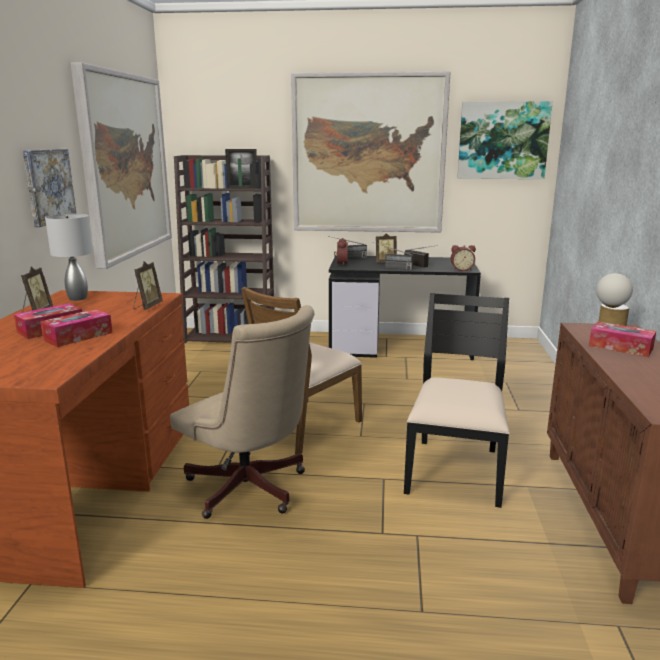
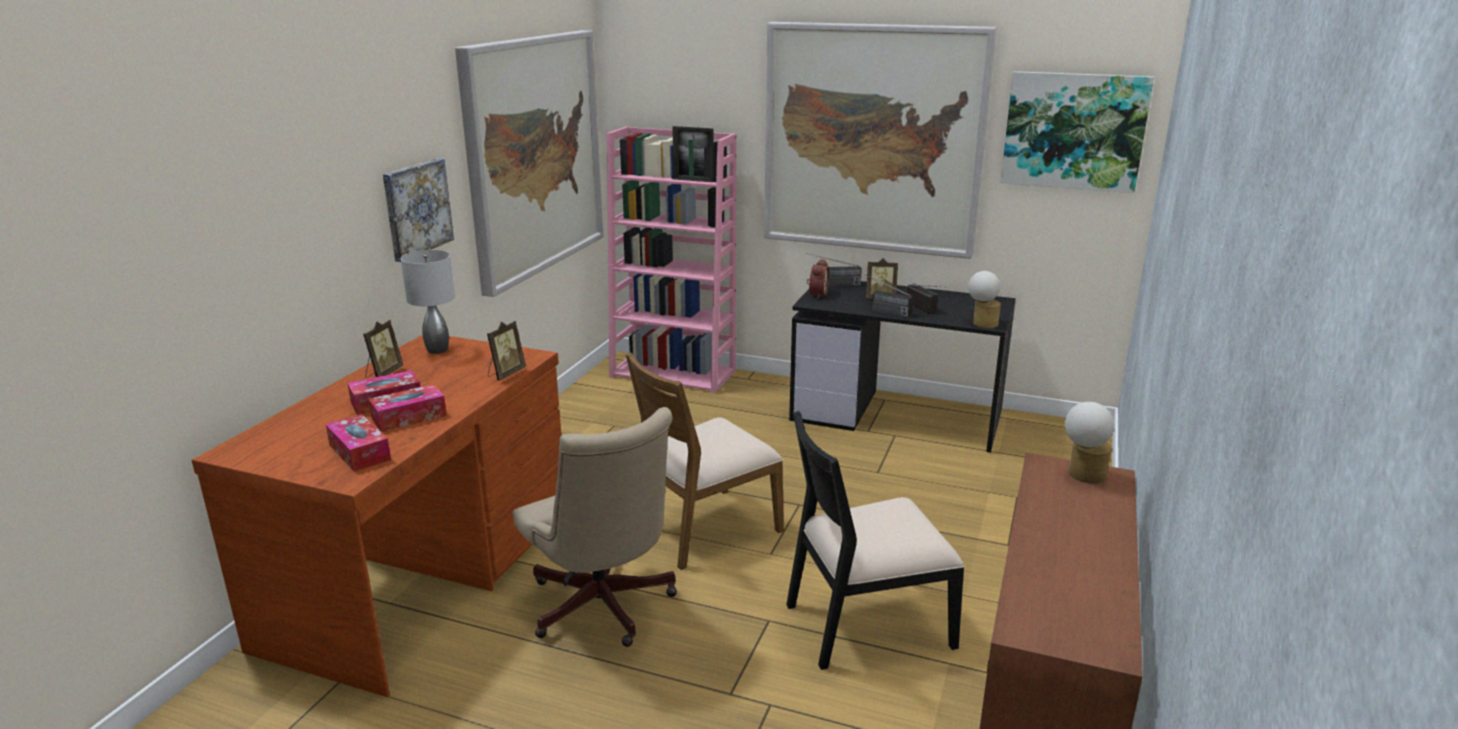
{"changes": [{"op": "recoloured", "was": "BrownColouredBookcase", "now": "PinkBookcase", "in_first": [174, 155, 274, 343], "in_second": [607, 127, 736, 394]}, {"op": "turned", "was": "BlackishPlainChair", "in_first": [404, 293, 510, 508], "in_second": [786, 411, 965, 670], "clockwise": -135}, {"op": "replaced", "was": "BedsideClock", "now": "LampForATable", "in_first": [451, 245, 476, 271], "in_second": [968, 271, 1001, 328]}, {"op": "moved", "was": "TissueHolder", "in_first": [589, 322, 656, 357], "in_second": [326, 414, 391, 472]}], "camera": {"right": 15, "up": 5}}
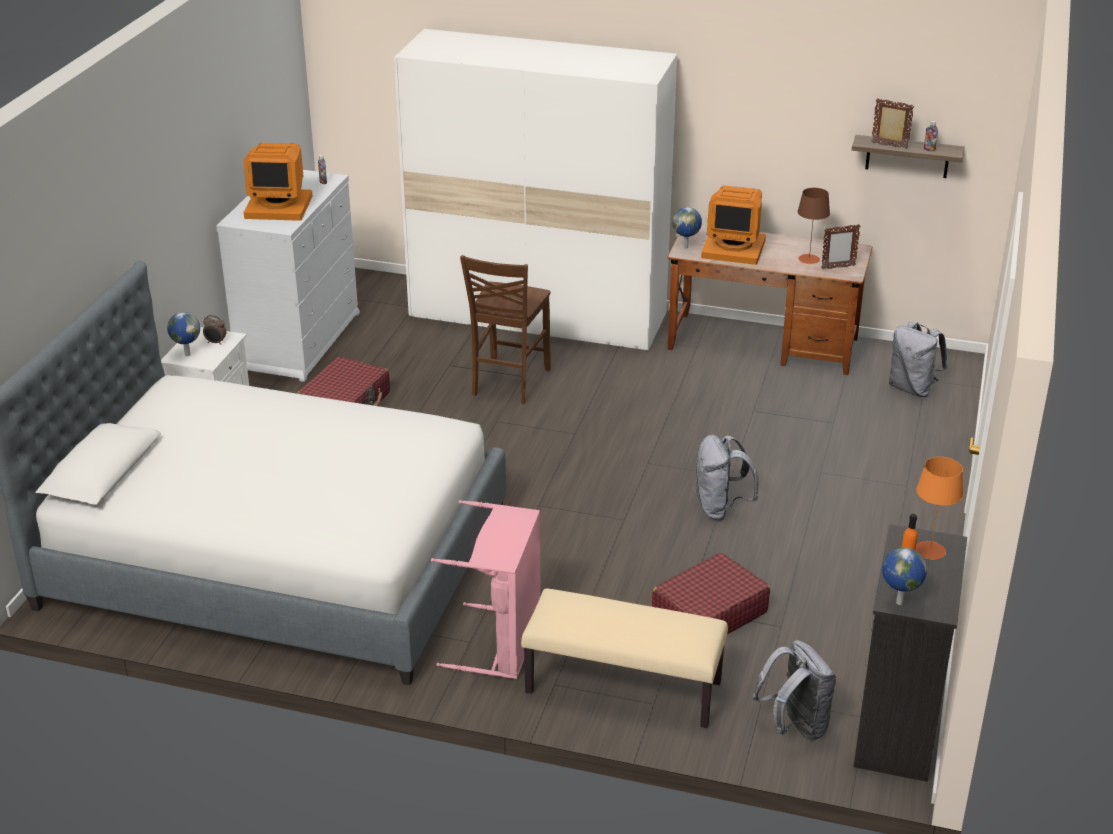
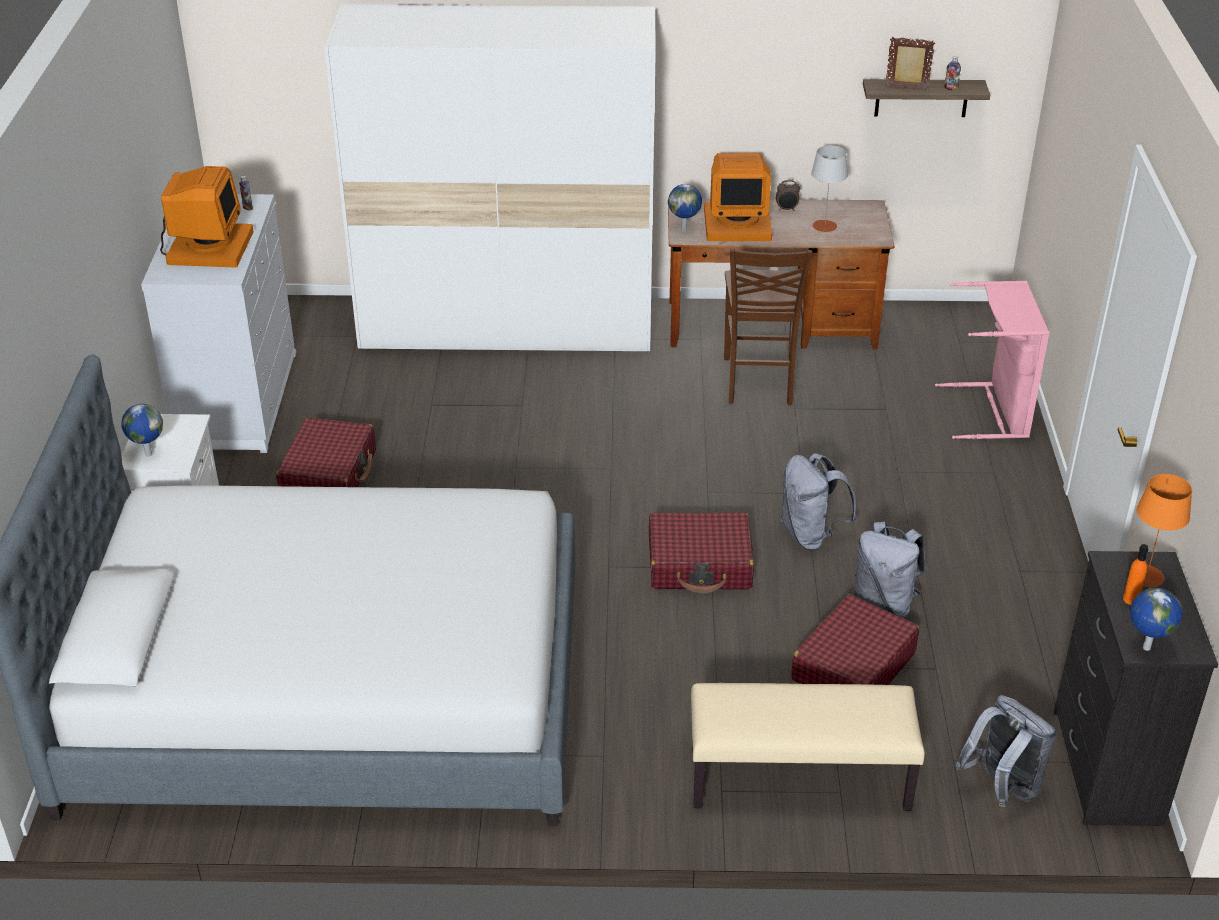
{"changes": [{"op": "moved", "was": "BedsideClock", "in_first": [203, 315, 226, 345], "in_second": [776, 180, 800, 211]}, {"op": "turned", "was": "ComputerDisplay", "in_first": [244, 143, 313, 221], "in_second": [160, 166, 254, 268], "clockwise": -75}, {"op": "moved", "was": "PinkWashingBasket", "in_first": [431, 500, 541, 679], "in_second": [935, 281, 1049, 439]}, {"op": "moved", "was": "BrownColouredPlainChair", "in_first": [460, 255, 551, 404], "in_second": [724, 249, 813, 405]}, {"op": "recoloured", "was": "BrownColouredLampForATable", "now": "GrayLampForATable", "in_first": [798, 188, 830, 264], "in_second": [811, 145, 848, 232]}, {"op": "removed", "was": "StandingFrame", "in_first": [821, 224, 860, 269]}, {"op": "moved", "was": "GrayRucksack", "in_first": [889, 322, 947, 397], "in_second": [854, 522, 926, 618]}, {"op": "added", "now": "ReddishSuitcase", "in_second": [649, 513, 754, 593]}], "camera": {"right": -15, "up": 5}}
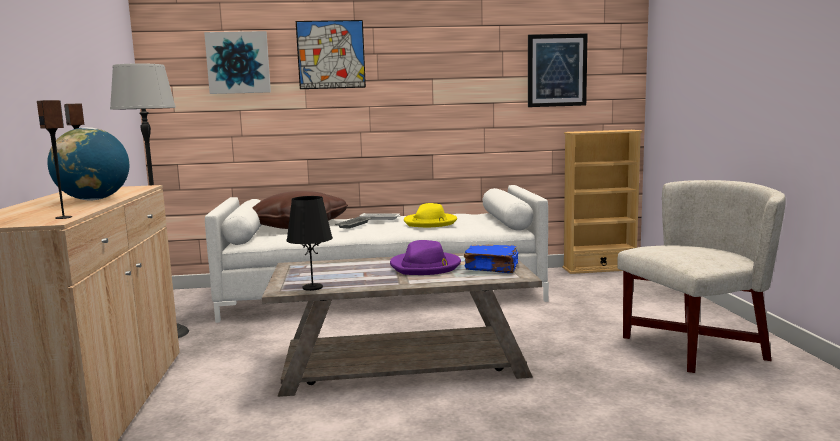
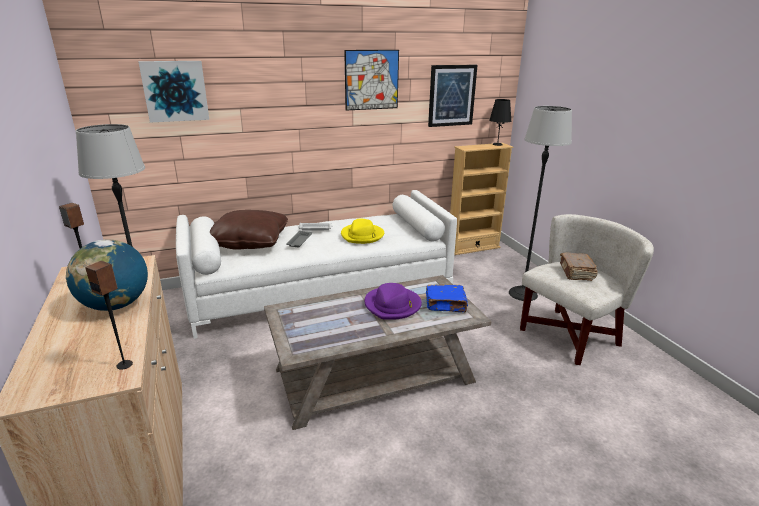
{"changes": [{"op": "moved", "was": "BlackishLampForATable", "in_first": [286, 196, 333, 291], "in_second": [489, 99, 511, 146]}, {"op": "moved", "was": "Picture", "in_first": [296, 20, 366, 89], "in_second": [344, 50, 399, 111]}, {"op": "added", "now": "StandardLamp", "in_second": [509, 106, 572, 301]}, {"op": "added", "now": "BrownColouredVolume", "in_second": [560, 252, 598, 281]}], "camera": {"right": -15, "up": 15}}
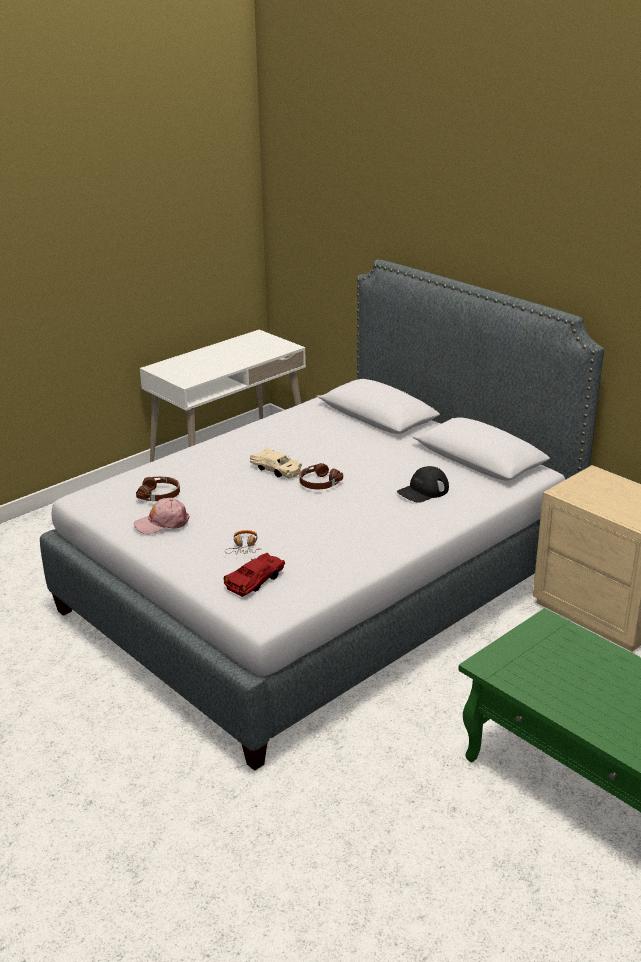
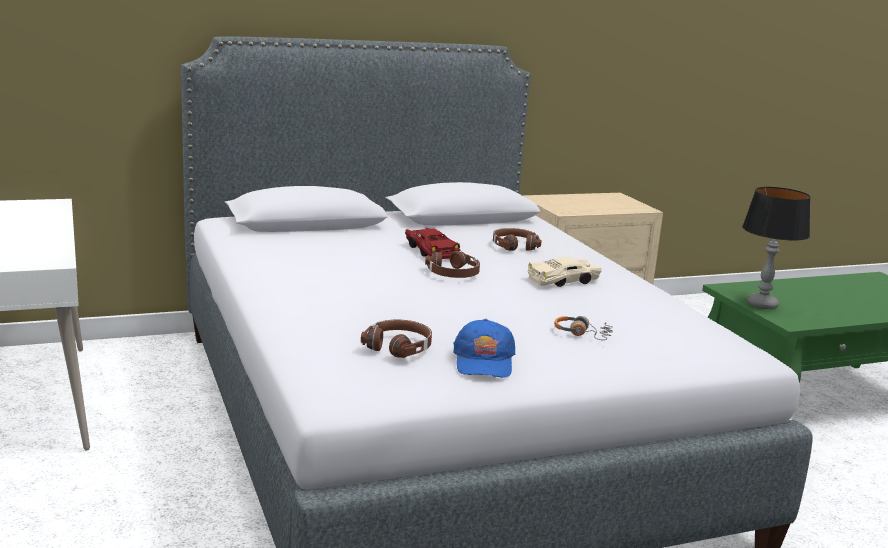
{"changes": [{"op": "recoloured", "was": "PinkPeakedCap", "now": "BluePeakedCap", "in_first": [134, 498, 190, 534], "in_second": [453, 319, 515, 378]}, {"op": "moved", "was": "ReddishMiniatureCar", "in_first": [224, 553, 285, 597], "in_second": [405, 228, 460, 259]}, {"op": "moved", "was": "BeigeMiniatureCar", "in_first": [250, 447, 302, 479], "in_second": [527, 257, 602, 287]}, {"op": "replaced", "was": "BlackishPeakedCap", "now": "BrownColouredHeadset", "in_first": [397, 466, 449, 503], "in_second": [493, 228, 542, 251]}, {"op": "added", "now": "LampForATable", "in_second": [742, 187, 811, 309]}], "camera": {"right": -70, "up": -10}}
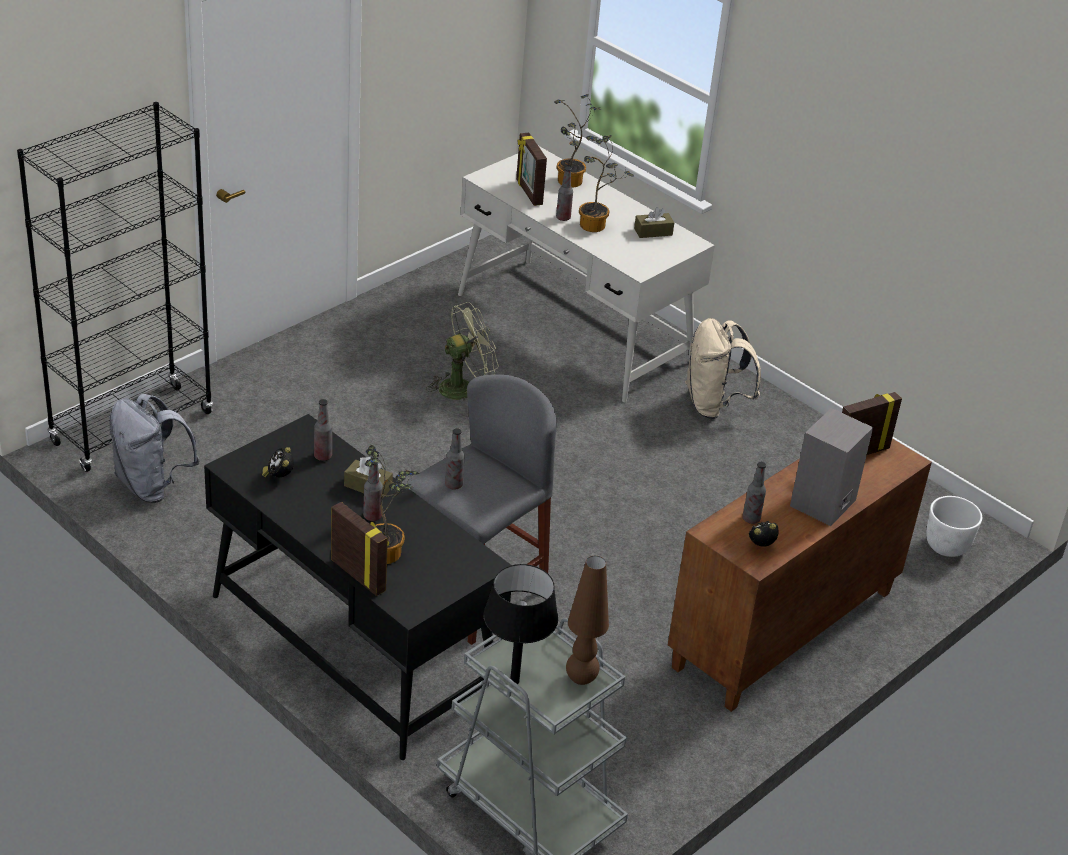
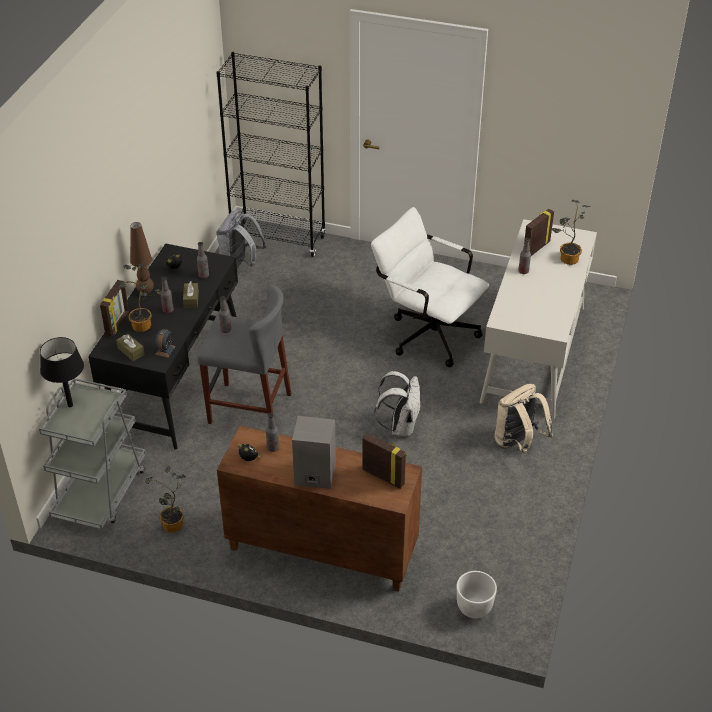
{"changes": [{"op": "replaced", "was": "GreenColouredCoolingFan", "now": "WhiteOfficeChair", "in_first": [426, 302, 499, 400], "in_second": [371, 207, 489, 367]}, {"op": "moved", "was": "BrownColouredLampForATable", "in_first": [566, 556, 609, 685], "in_second": [130, 222, 154, 294]}, {"op": "moved", "was": "PottedPlant", "in_first": [579, 135, 634, 232], "in_second": [145, 466, 186, 533]}, {"op": "moved", "was": "BrownColouredTissueHolder", "in_first": [634, 207, 674, 238], "in_second": [116, 334, 145, 361]}, {"op": "added", "now": "BedsideClock", "in_second": [155, 329, 176, 358]}, {"op": "added", "now": "WhiteRucksack", "in_second": [374, 371, 421, 437]}], "camera": {"right": 65, "up": 5}}
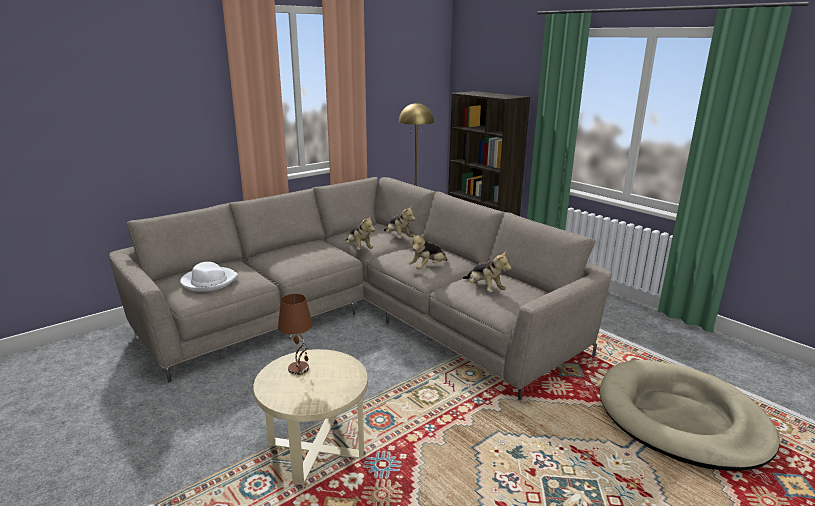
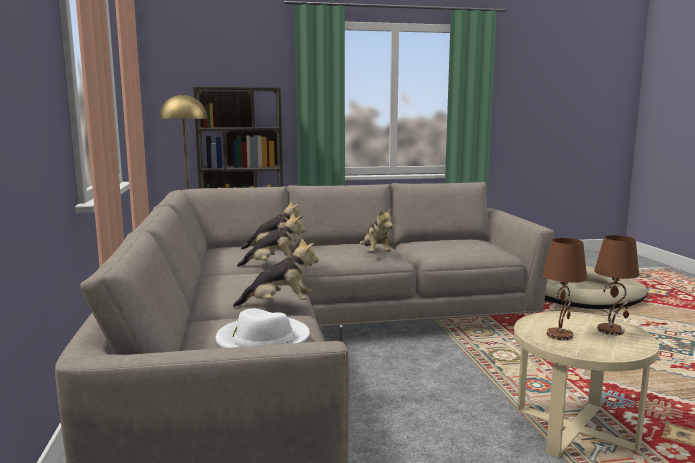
{"changes": [{"op": "moved", "was": "CuddlyToy", "in_first": [463, 250, 511, 292], "in_second": [233, 238, 319, 307]}, {"op": "added", "now": "BrownColouredLampForATable", "in_second": [594, 235, 639, 335]}], "camera": {"right": -60, "up": -10}}
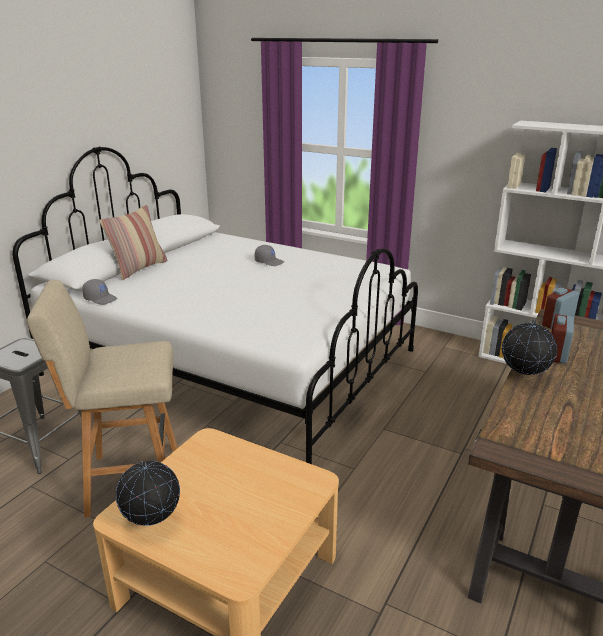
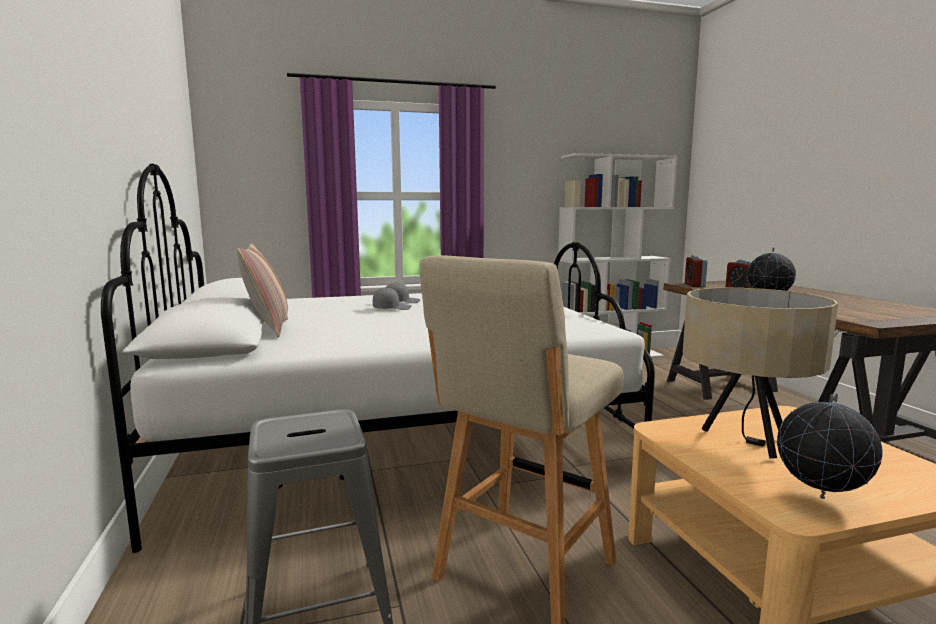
{"changes": [{"op": "moved", "was": "GrayPeakedCap", "in_first": [82, 279, 117, 305], "in_second": [373, 287, 412, 310]}, {"op": "added", "now": "BeigeLampForATable", "in_second": [683, 288, 838, 459]}], "camera": {"right": -45, "up": -15}}
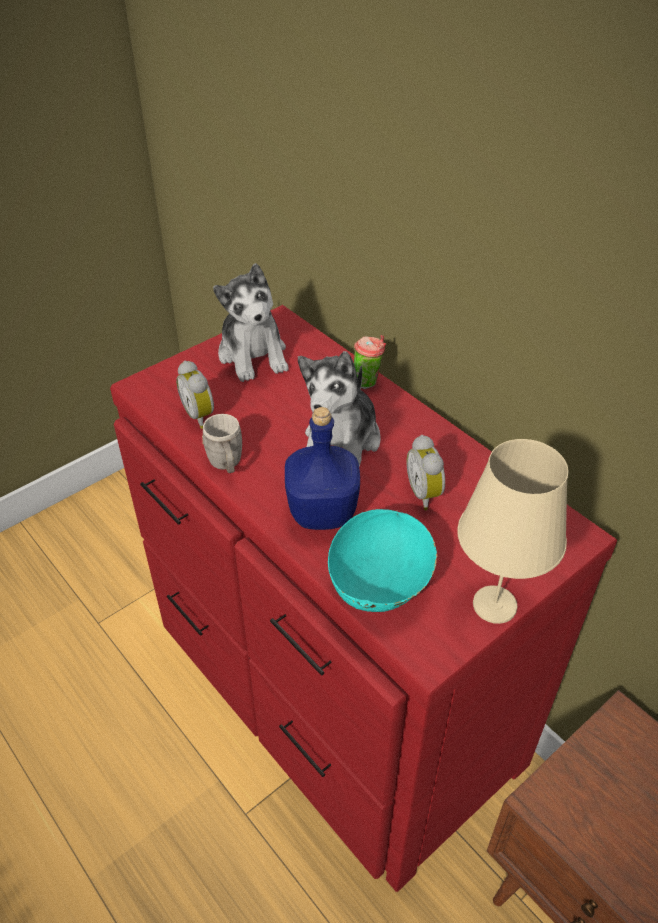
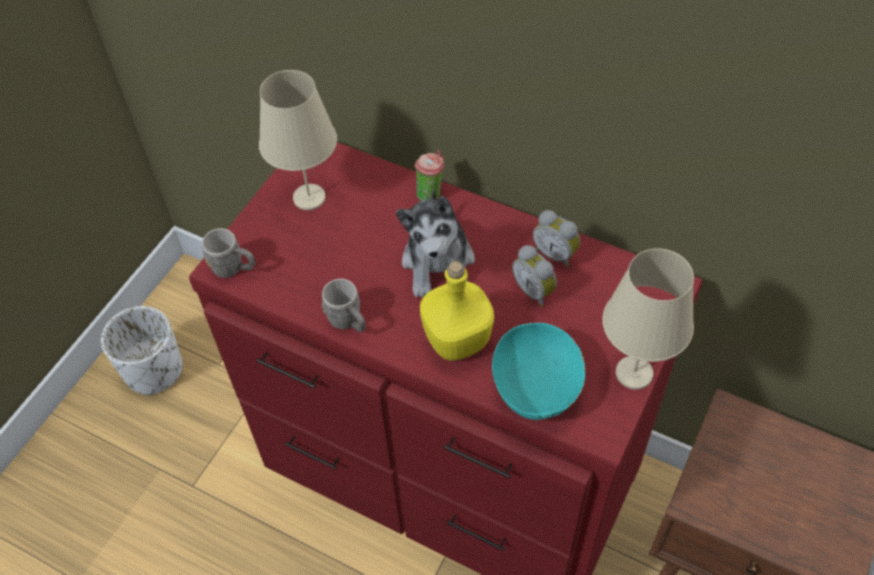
{"changes": [{"op": "moved", "was": "BedsideClock", "in_first": [176, 360, 214, 429], "in_second": [533, 210, 580, 268]}, {"op": "replaced", "was": "CuddlyToy", "now": "BeigeLampForATable", "in_first": [213, 263, 288, 382], "in_second": [259, 70, 337, 210]}, {"op": "recoloured", "was": "BlueBottle", "now": "YellowishBottle", "in_first": [285, 407, 360, 530], "in_second": [420, 261, 494, 361]}, {"op": "added", "now": "WhiteFlowerPot", "in_second": [101, 306, 183, 395]}, {"op": "added", "now": "GrayMug", "in_second": [202, 228, 255, 278]}], "camera": {"right": -20, "up": 10}}
